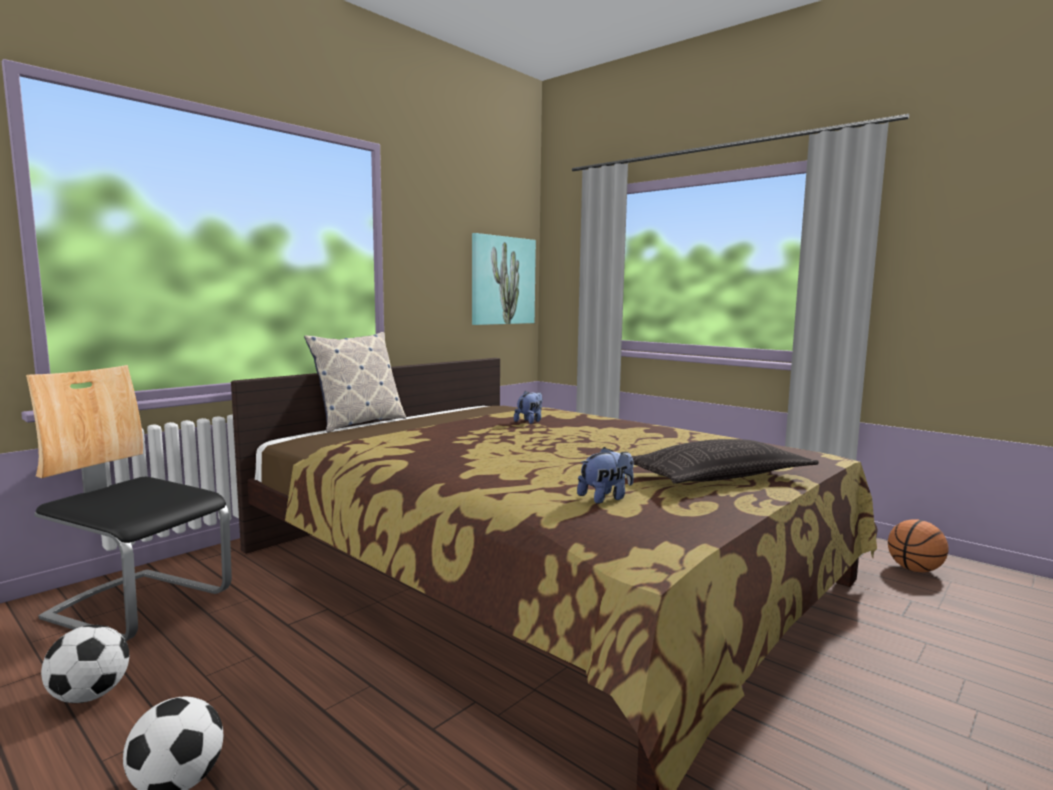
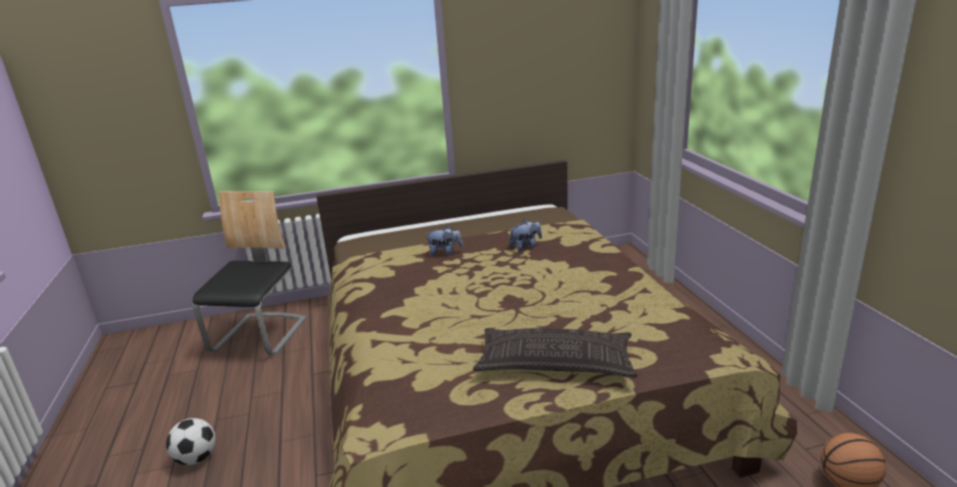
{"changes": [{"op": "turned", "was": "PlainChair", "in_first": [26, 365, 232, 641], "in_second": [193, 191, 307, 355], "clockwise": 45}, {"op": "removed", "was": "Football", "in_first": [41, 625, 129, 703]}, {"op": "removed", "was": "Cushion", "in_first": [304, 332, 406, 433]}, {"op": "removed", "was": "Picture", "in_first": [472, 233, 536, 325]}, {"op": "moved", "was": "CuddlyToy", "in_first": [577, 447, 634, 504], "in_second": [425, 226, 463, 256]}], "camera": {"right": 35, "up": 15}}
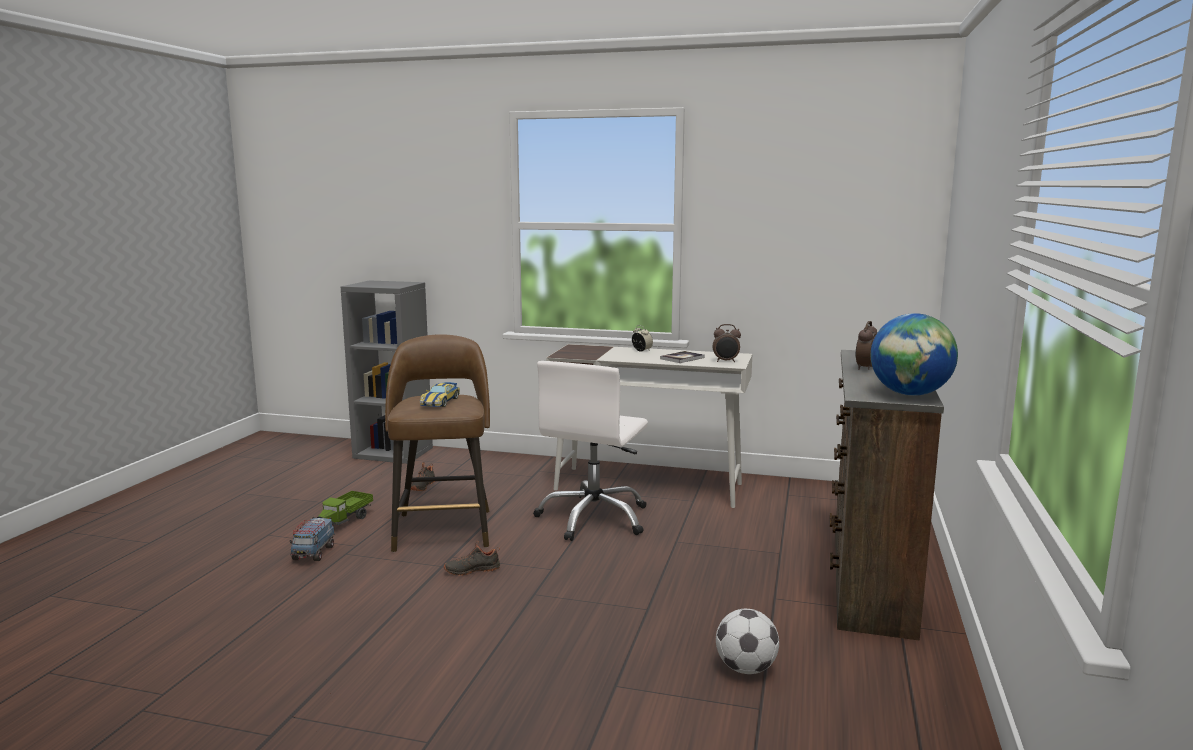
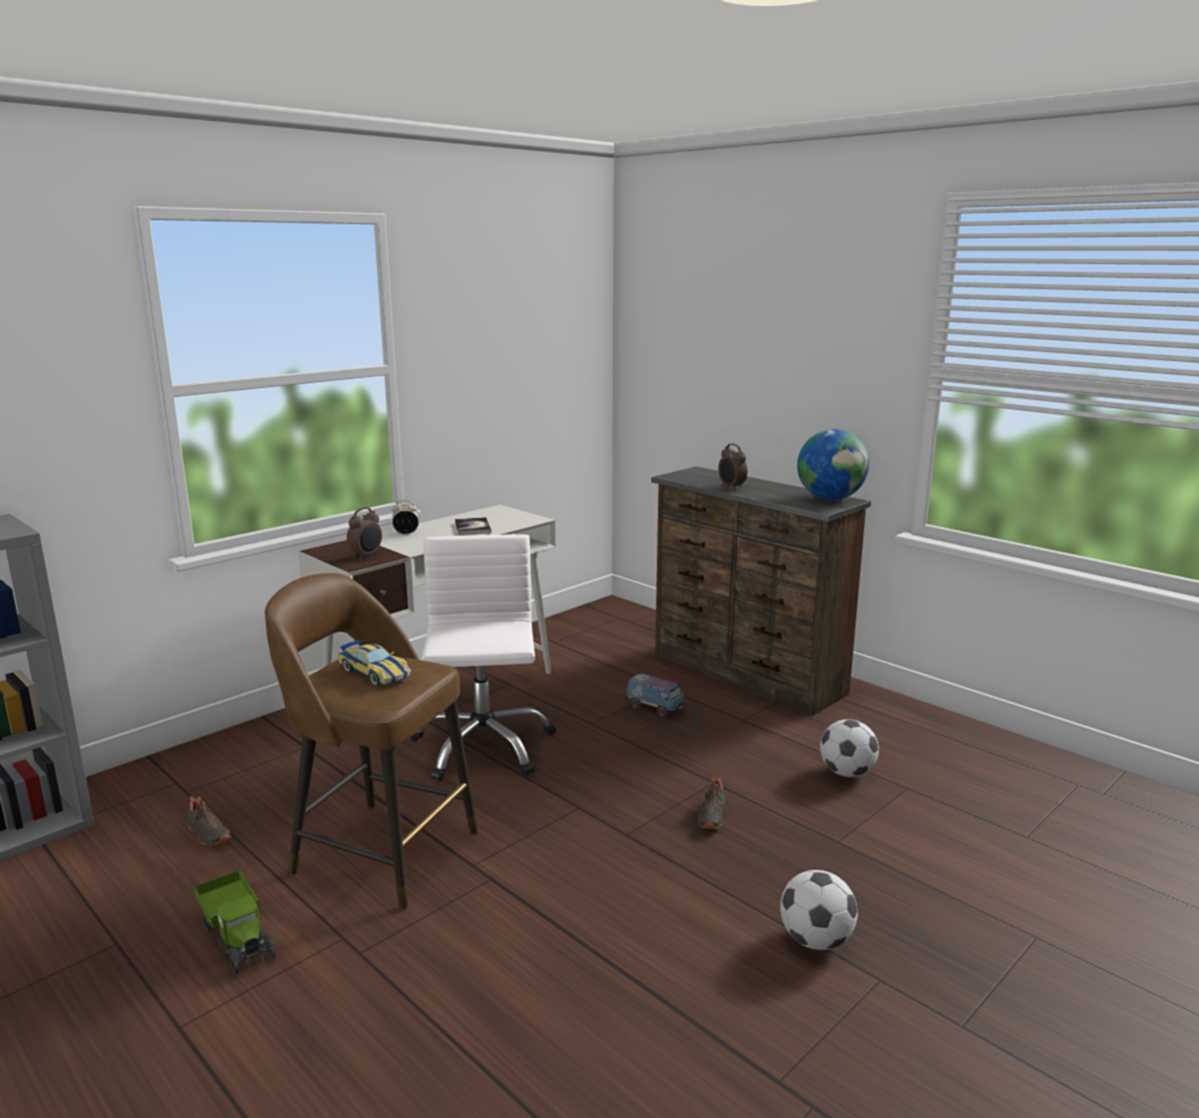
{"changes": [{"op": "moved", "was": "ModelTruck", "in_first": [290, 517, 335, 561], "in_second": [626, 672, 686, 718]}, {"op": "moved", "was": "BlackishShoe", "in_first": [444, 541, 500, 576], "in_second": [698, 775, 725, 829]}, {"op": "turned", "was": "WhiteOfficeChair", "in_first": [533, 361, 648, 541], "in_second": [411, 535, 556, 781], "clockwise": -150}, {"op": "moved", "was": "BedsideClock", "in_first": [713, 324, 741, 362], "in_second": [347, 507, 382, 559]}, {"op": "added", "now": "Football", "in_second": [780, 870, 858, 950]}], "camera": {"right": -60, "up": 5}}
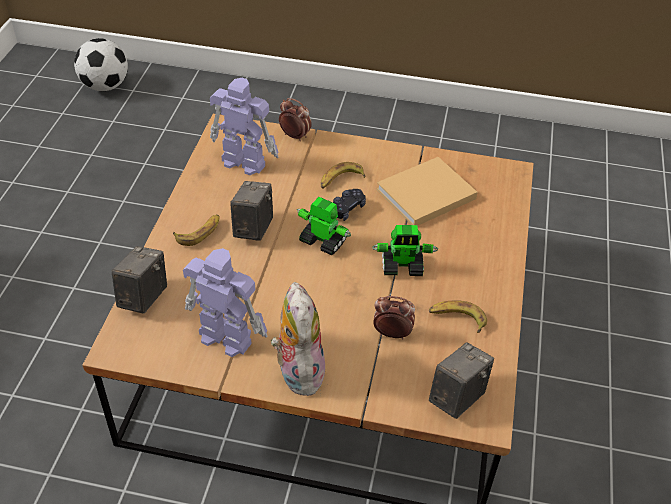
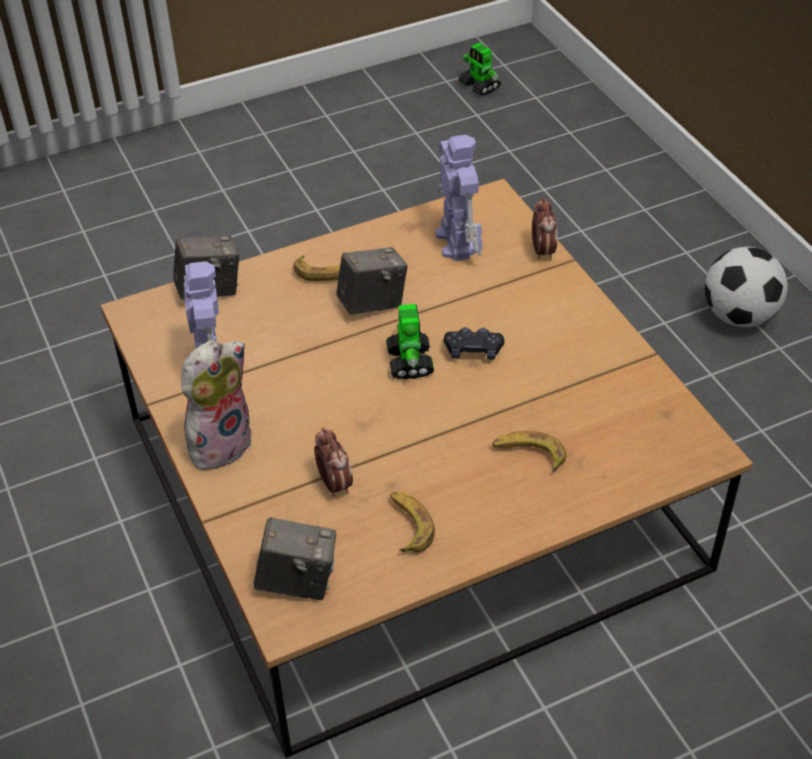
{"changes": [{"op": "moved", "was": "Football", "in_first": [74, 38, 128, 91], "in_second": [705, 247, 788, 327]}, {"op": "moved", "was": "BananaFruit", "in_first": [321, 162, 365, 189], "in_second": [492, 431, 566, 472]}, {"op": "moved", "was": "ToyRobot", "in_first": [372, 225, 438, 276], "in_second": [459, 42, 501, 96]}, {"op": "removed", "was": "BeigeVolume", "in_first": [376, 157, 478, 226]}], "camera": {"right": 55, "up": 0}}
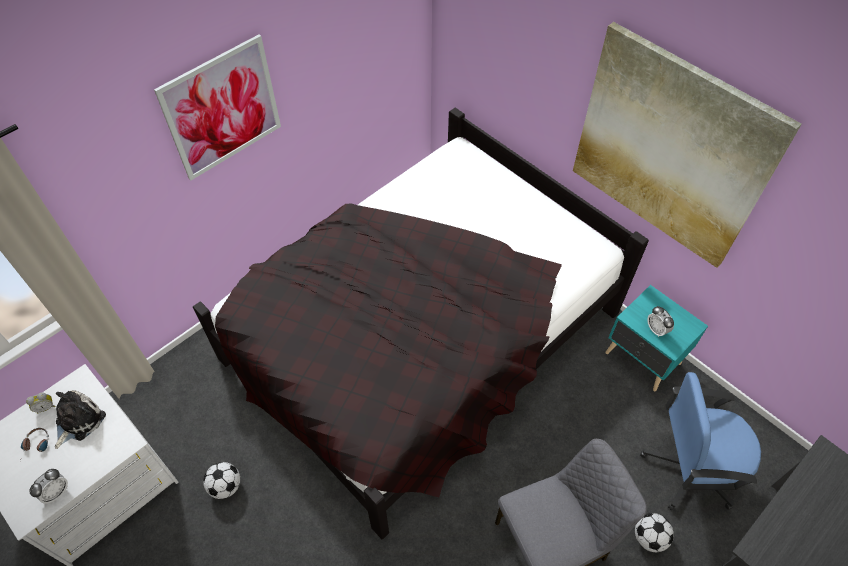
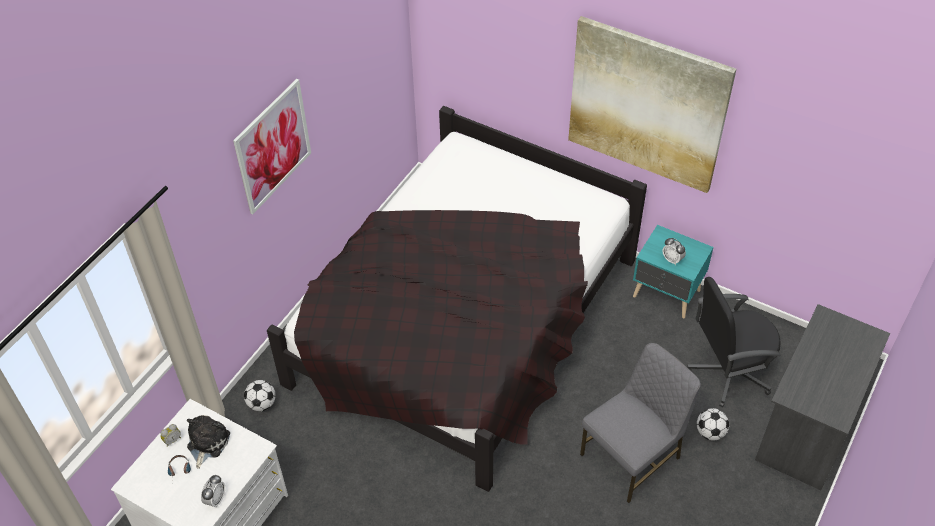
{"changes": [{"op": "moved", "was": "Football", "in_first": [203, 462, 240, 499], "in_second": [244, 380, 276, 411]}, {"op": "recoloured", "was": "BlueOfficeChair", "now": "BlackishOfficeChair", "in_first": [640, 372, 761, 510], "in_second": [687, 277, 781, 407]}], "camera": {"right": -15, "up": -5}}
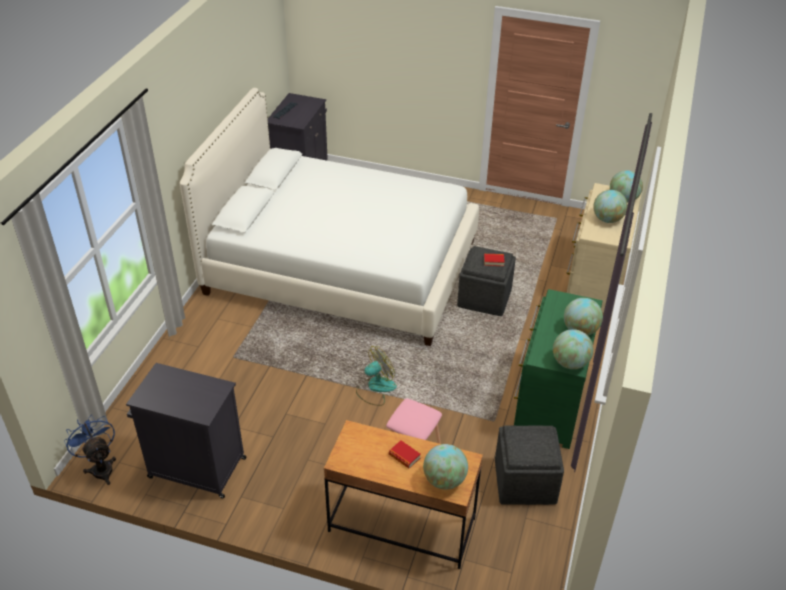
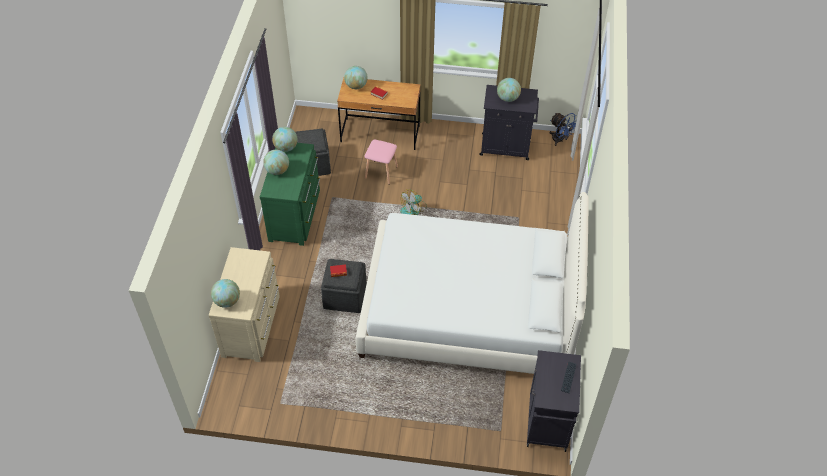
{"changes": [{"op": "moved", "was": "Globe", "in_first": [593, 190, 628, 223], "in_second": [497, 78, 521, 102]}], "camera": {"right": 170, "up": 10}}
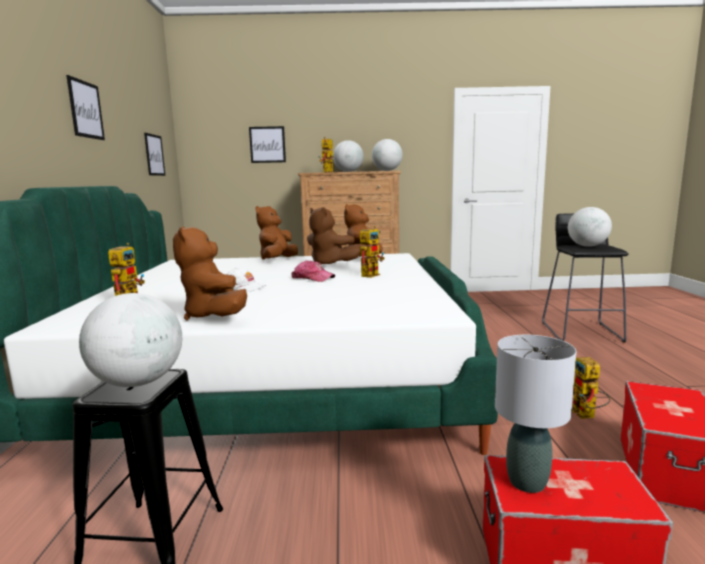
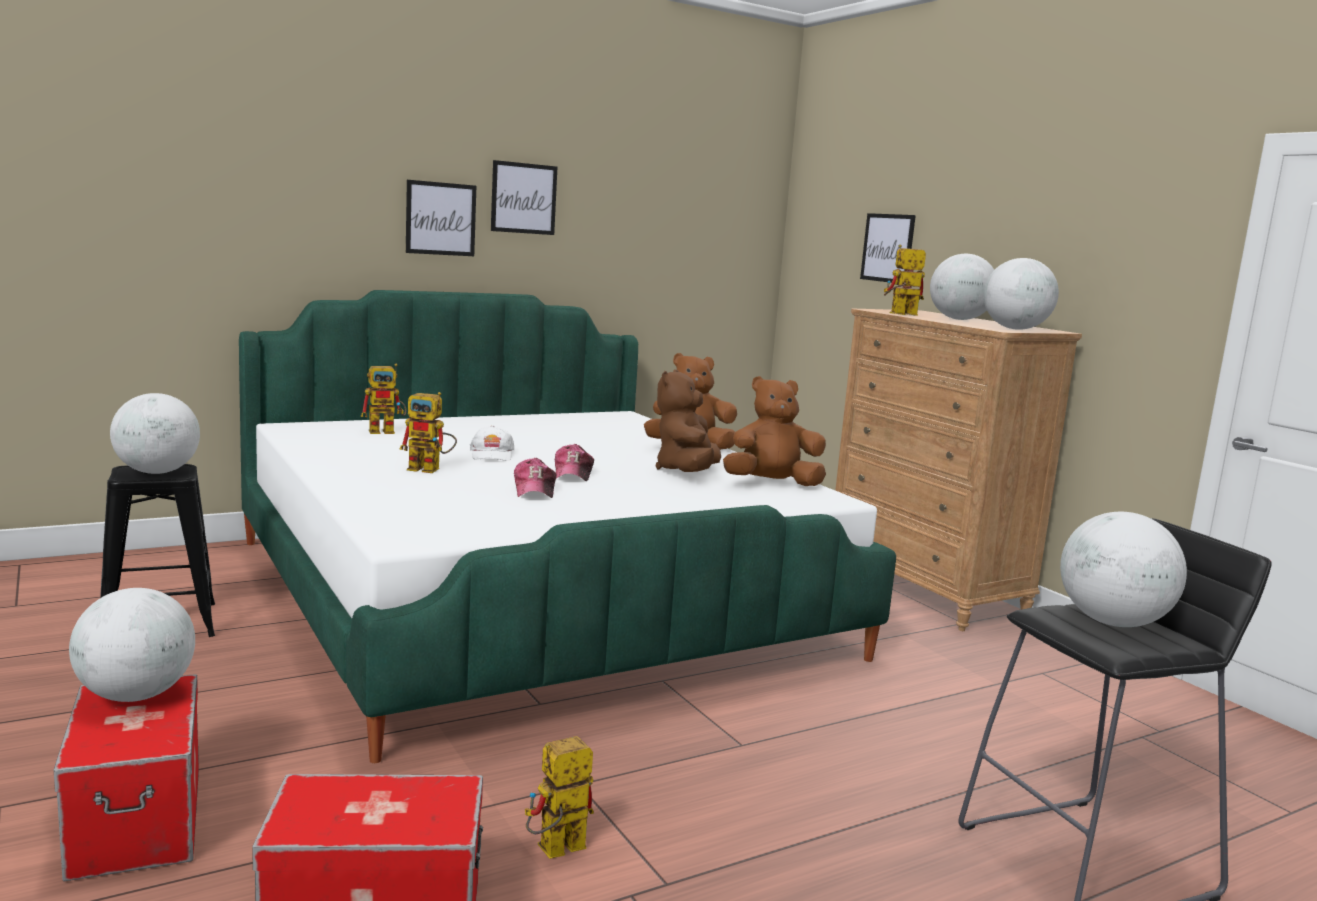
{"changes": [{"op": "moved", "was": "Picture", "in_first": [144, 133, 165, 176], "in_second": [406, 180, 476, 256]}, {"op": "removed", "was": "BrownColouredCuddlyToy", "in_first": [173, 227, 247, 321]}, {"op": "moved", "was": "ToyRobot", "in_first": [360, 226, 384, 278], "in_second": [399, 392, 457, 473]}, {"op": "replaced", "was": "GrayLampForATable", "now": "Globe", "in_first": [495, 335, 576, 493], "in_second": [69, 588, 195, 702]}, {"op": "added", "now": "PeakedCap", "in_second": [514, 458, 556, 498]}], "camera": {"right": 60, "up": 0}}
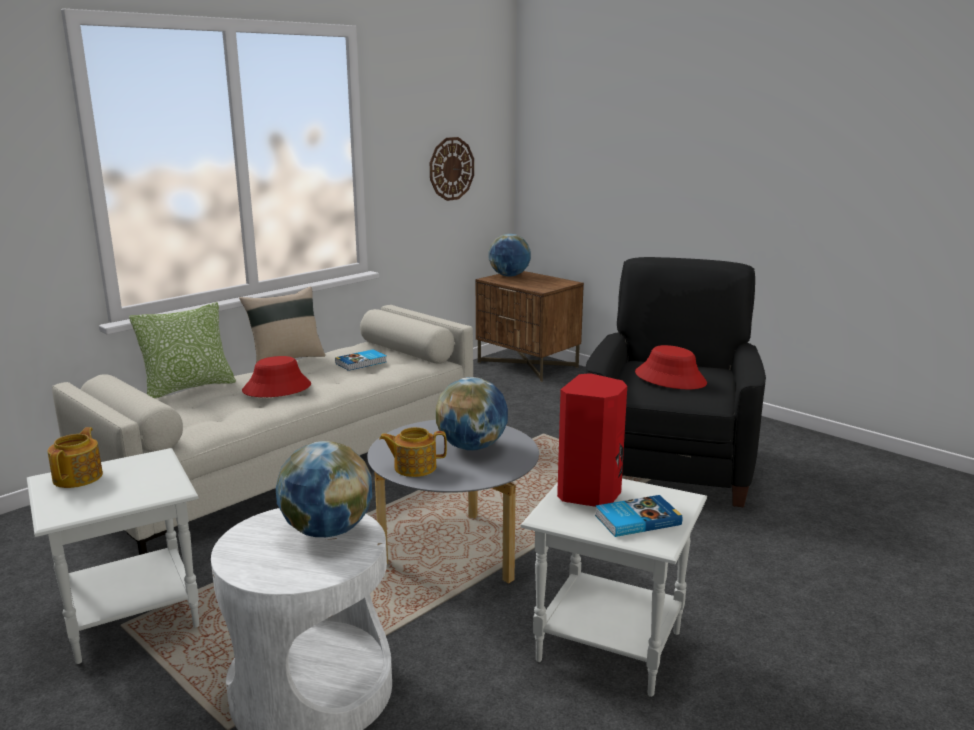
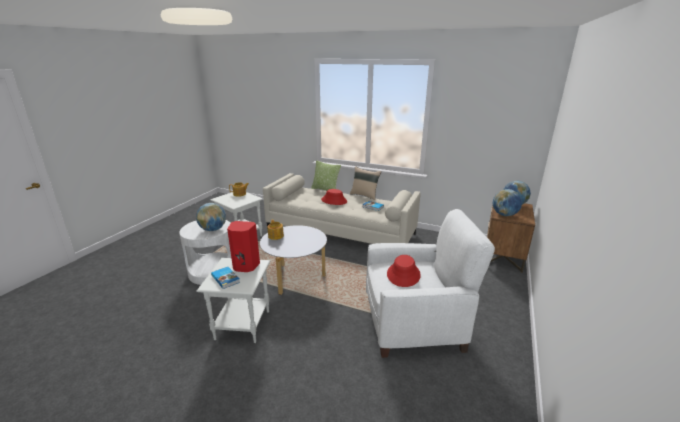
{"changes": [{"op": "removed", "was": "ClockOnTheWall", "in_first": [430, 137, 474, 201]}, {"op": "moved", "was": "Globe", "in_first": [436, 377, 508, 451], "in_second": [492, 189, 522, 216]}, {"op": "recoloured", "was": "BlackishEasyChair", "now": "WhiteEasyChair", "in_first": [586, 257, 766, 507], "in_second": [366, 209, 495, 358]}], "camera": {"right": 70, "up": 5}}
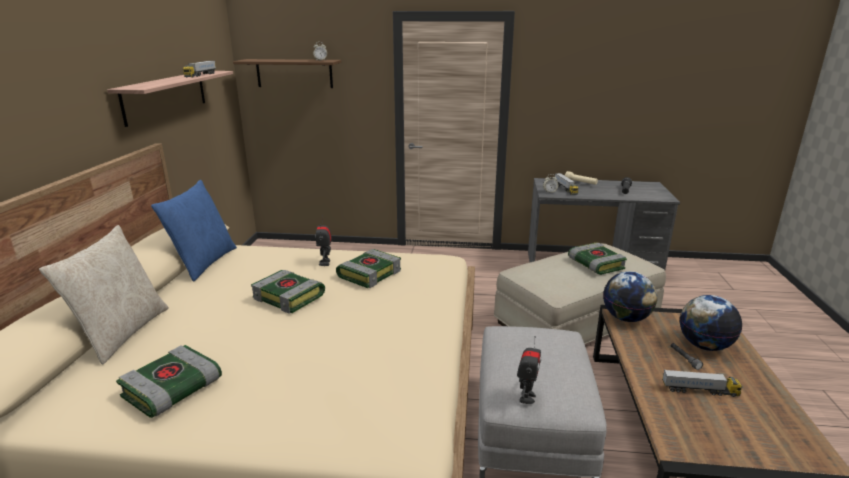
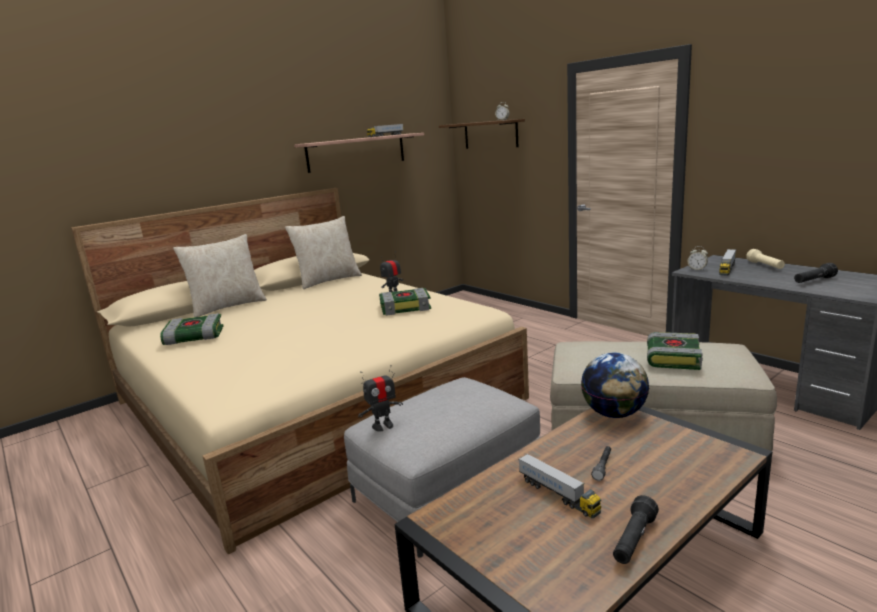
{"changes": [{"op": "recoloured", "was": "BlueCushion", "now": "BeigeCushion", "in_first": [151, 180, 237, 282], "in_second": [285, 216, 362, 289]}, {"op": "removed", "was": "Volume", "in_first": [251, 270, 325, 314]}, {"op": "removed", "was": "Globe", "in_first": [680, 295, 742, 351]}, {"op": "added", "now": "BlackishTorch", "in_second": [613, 495, 659, 564]}], "camera": {"right": 45, "up": -5}}
